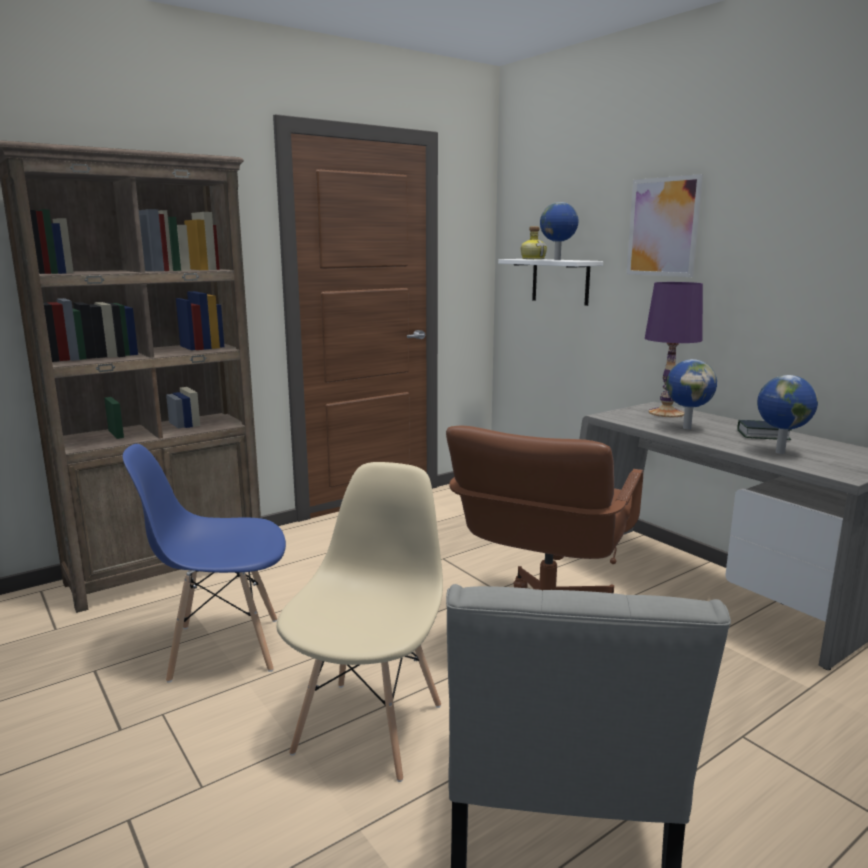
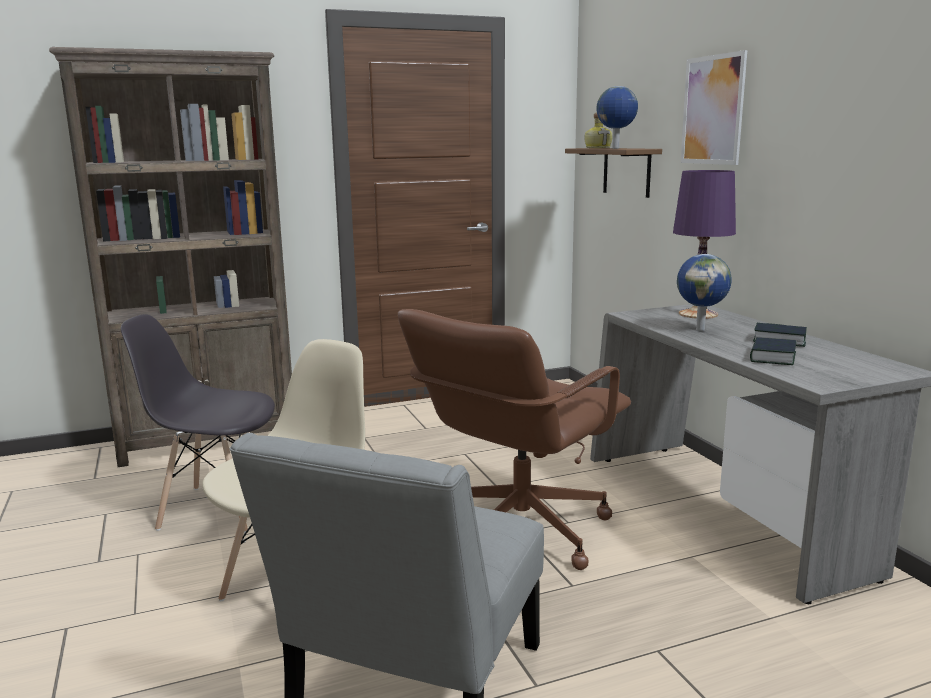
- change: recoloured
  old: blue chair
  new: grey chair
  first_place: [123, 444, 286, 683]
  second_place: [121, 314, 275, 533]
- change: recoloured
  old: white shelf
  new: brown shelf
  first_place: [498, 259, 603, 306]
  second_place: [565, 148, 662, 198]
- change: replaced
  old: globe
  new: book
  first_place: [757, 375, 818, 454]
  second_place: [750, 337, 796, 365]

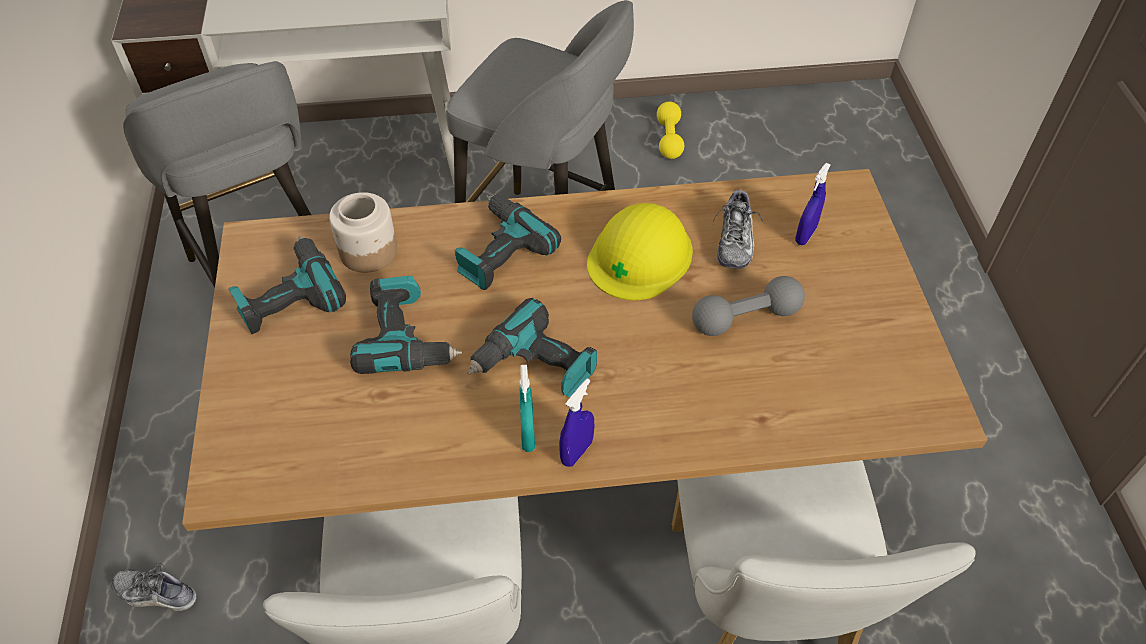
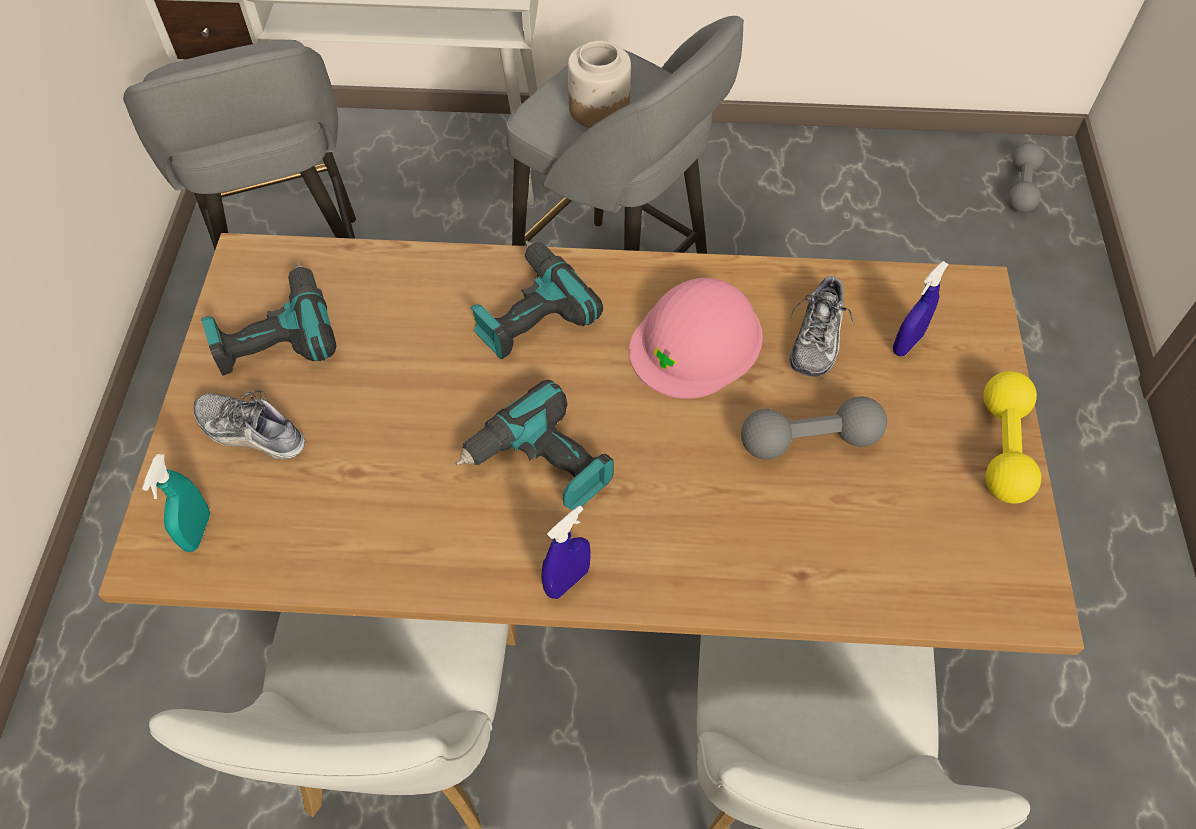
- change: moved
  old: turquoise spray bottle
  first_place: [520, 365, 535, 452]
  second_place: [142, 454, 210, 552]
- change: moved
  old: shoe
  first_place: [112, 563, 197, 612]
  second_place: [193, 389, 305, 460]
- change: moved
  old: jar
  first_place: [329, 192, 397, 273]
  second_place: [568, 41, 631, 128]
- change: recoloured
  old: yellow hard hat
  new: pink hard hat
  first_place: [587, 203, 693, 300]
  second_place: [629, 278, 763, 399]
- change: moved
  old: yellow dumbbell
  first_place: [657, 102, 684, 159]
  second_place: [984, 371, 1041, 504]
- change: added
  new: grey dumbbell
  second_place: [1008, 142, 1044, 213]
- change: removed
  old: power drill
  first_place: [350, 276, 462, 374]

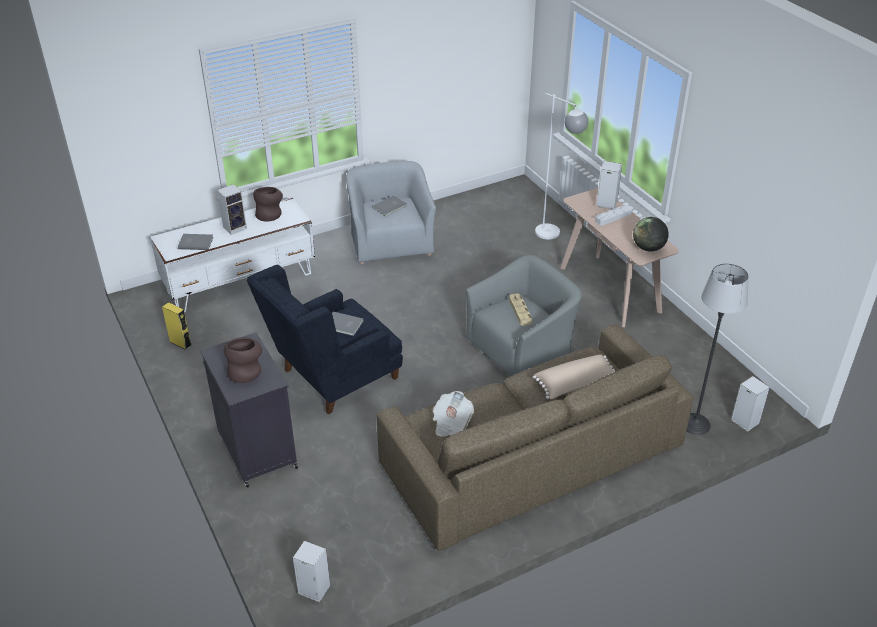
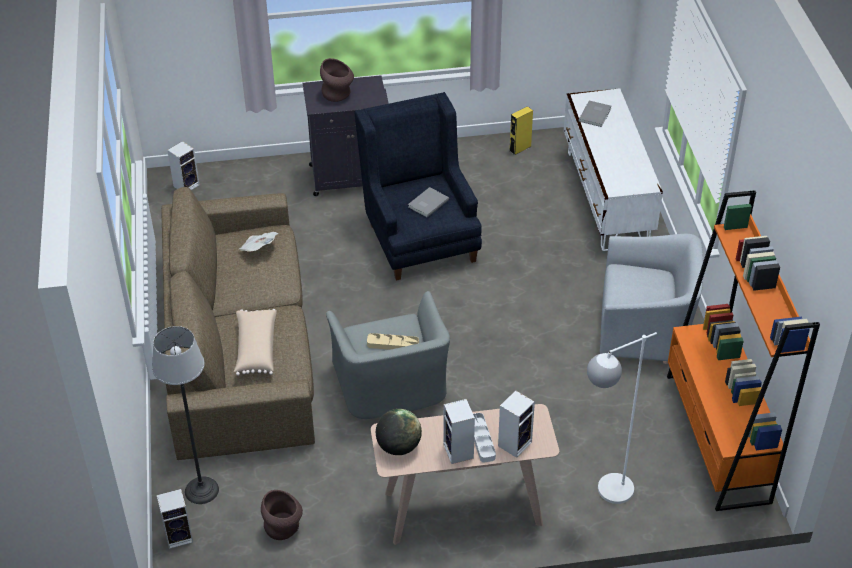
- change: moved
  old: brown vase
  first_place: [253, 187, 283, 222]
  second_place: [261, 490, 303, 540]
- change: moved
  old: speaker
  first_place: [217, 184, 247, 235]
  second_place: [444, 399, 475, 464]
- change: added
  new: orange bookcase
  second_place: [667, 190, 820, 511]
- change: removed
  old: grey book
  first_place: [372, 196, 407, 217]

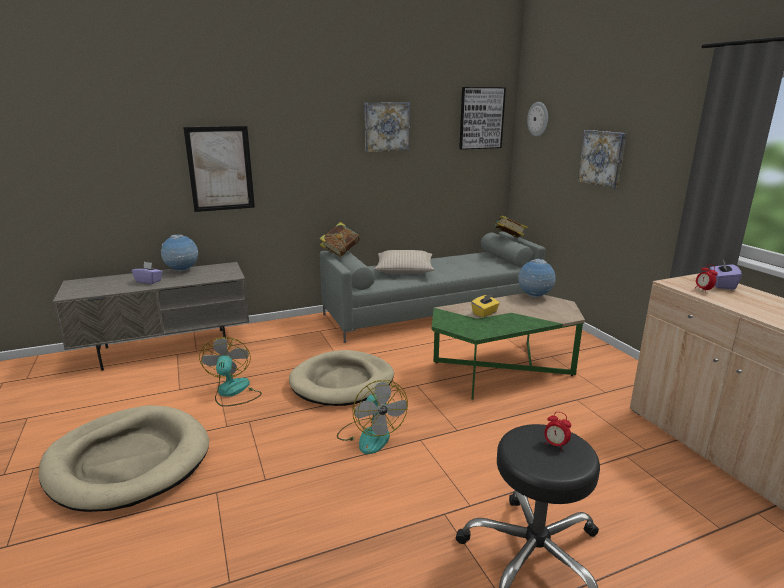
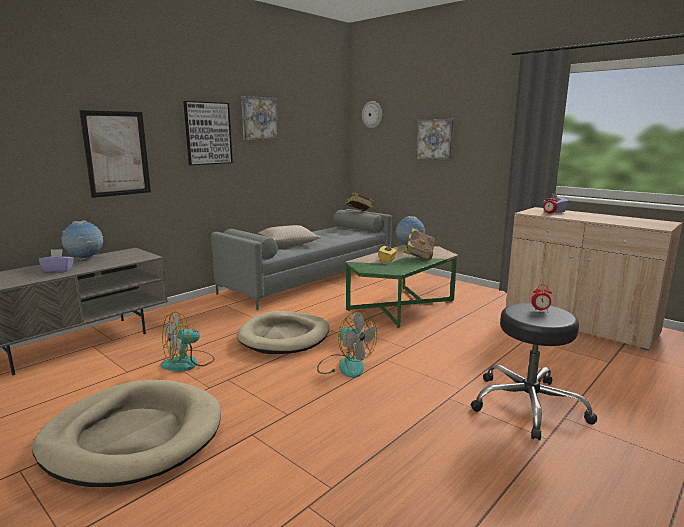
- change: turned
  old: fan
  first_place: [199, 337, 262, 407]
  second_place: [161, 311, 215, 371]
  degrees: -90
- change: moved
  old: picture
  first_place: [459, 87, 506, 150]
  second_place: [183, 101, 233, 165]
- change: moved
  old: book
  first_place: [320, 222, 360, 257]
  second_place: [404, 228, 435, 261]

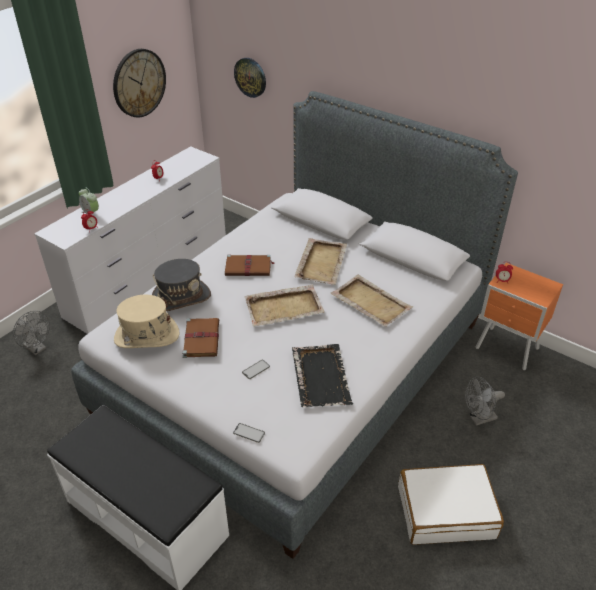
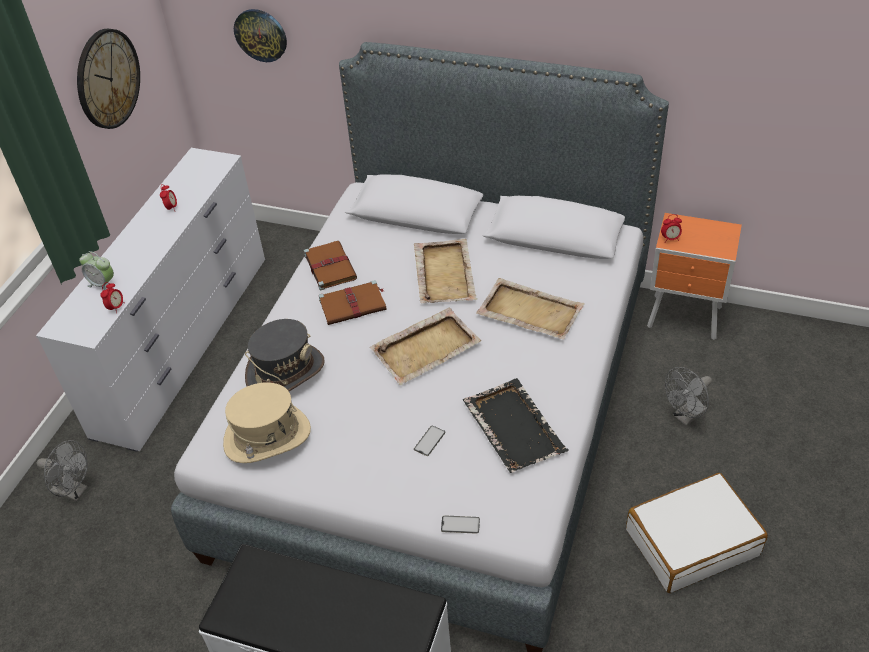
- change: moved
  old: brown book
  first_place: [182, 318, 219, 358]
  second_place: [304, 241, 357, 290]

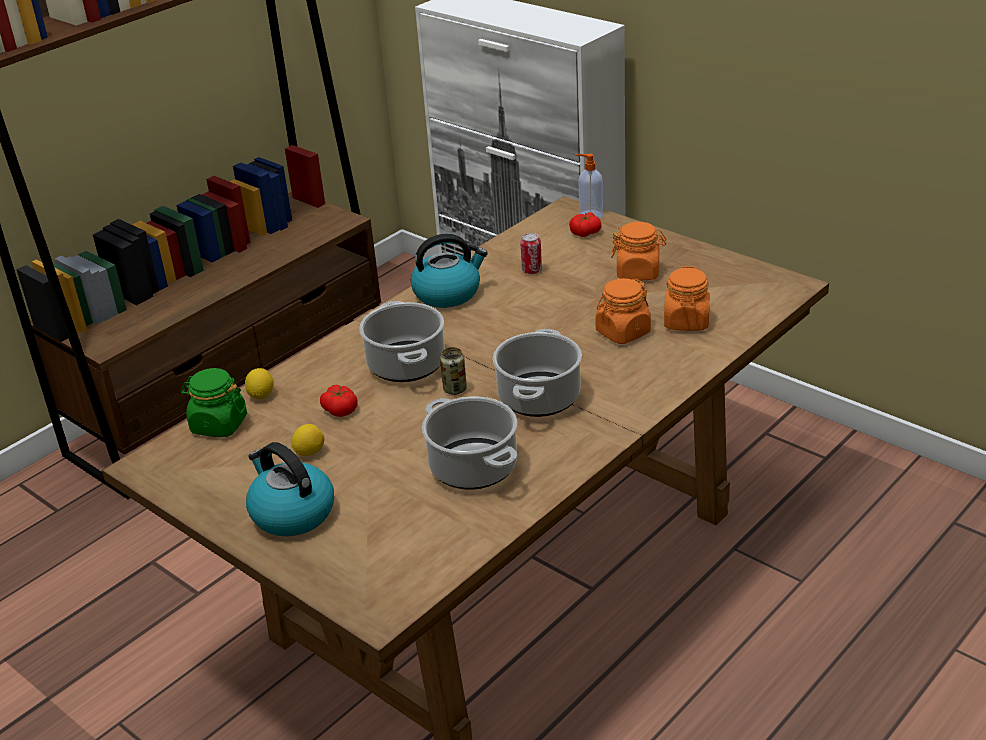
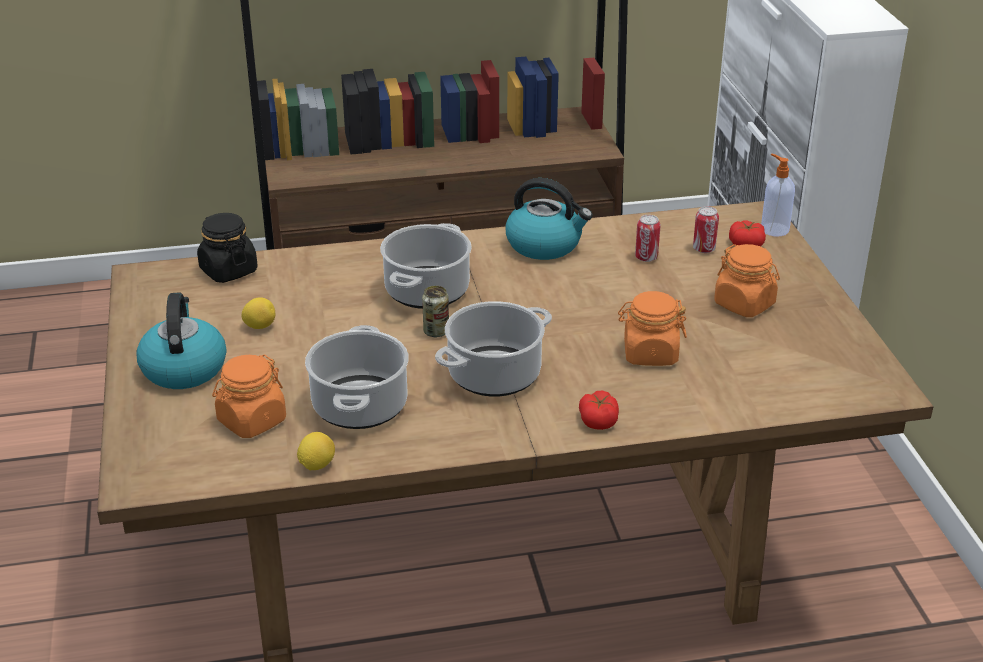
- change: recoloured
  old: green jar
  new: black jar
  first_place: [181, 368, 247, 437]
  second_place: [197, 213, 258, 283]
- change: moved
  old: orange jar
  first_place: [664, 266, 710, 331]
  second_place: [212, 354, 286, 438]
- change: moved
  old: lemon
  first_place: [245, 368, 274, 399]
  second_place: [297, 432, 335, 470]
- change: moved
  old: tomato
  first_place: [320, 385, 358, 417]
  second_place: [579, 390, 619, 430]
- change: added
  new: can
  second_place: [693, 206, 719, 253]

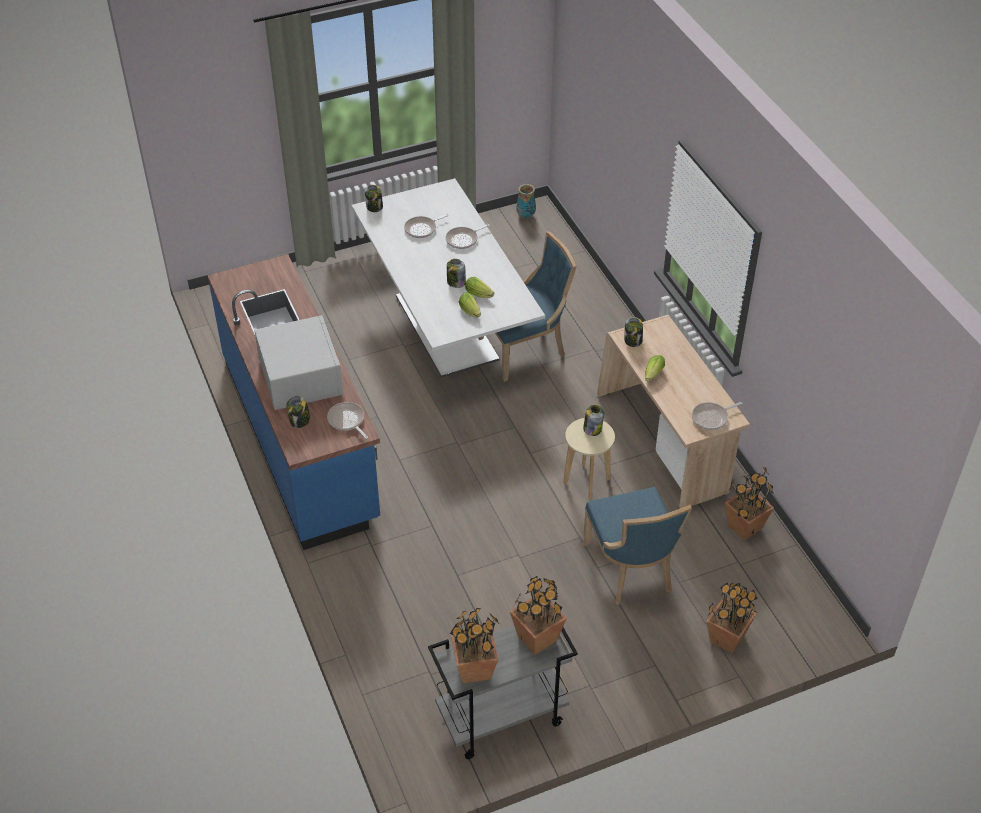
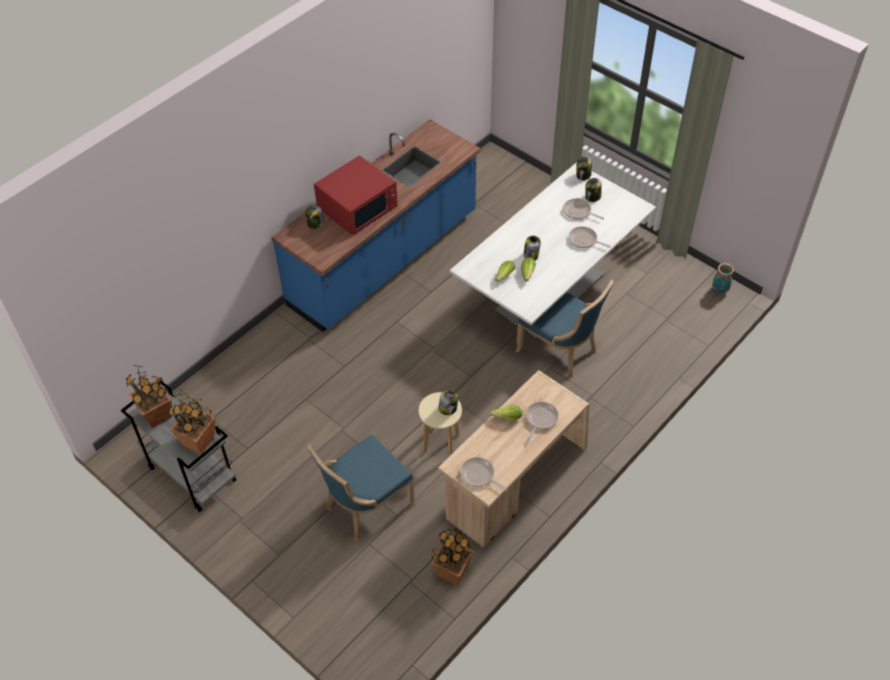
- change: recoloured
  old: white microwave
  new: red microwave
  first_place: [255, 315, 343, 410]
  second_place: [314, 155, 398, 236]
- change: moved
  old: frying pan
  first_place: [327, 402, 368, 439]
  second_place: [526, 402, 559, 441]
- change: moved
  old: jar
  first_place: [624, 317, 643, 347]
  second_place: [585, 178, 602, 202]
- change: removed
  old: potted plant
  first_place: [706, 583, 758, 654]

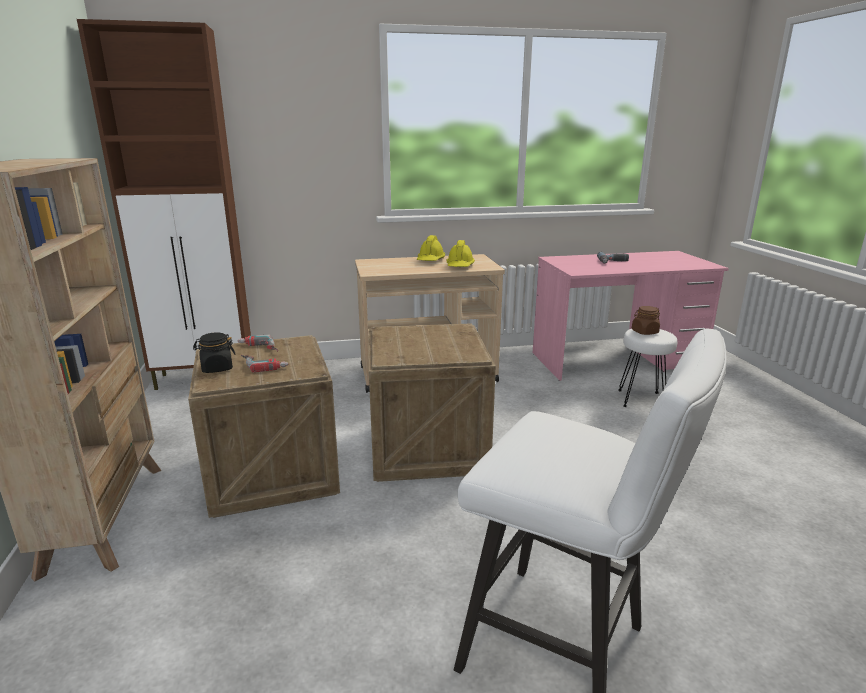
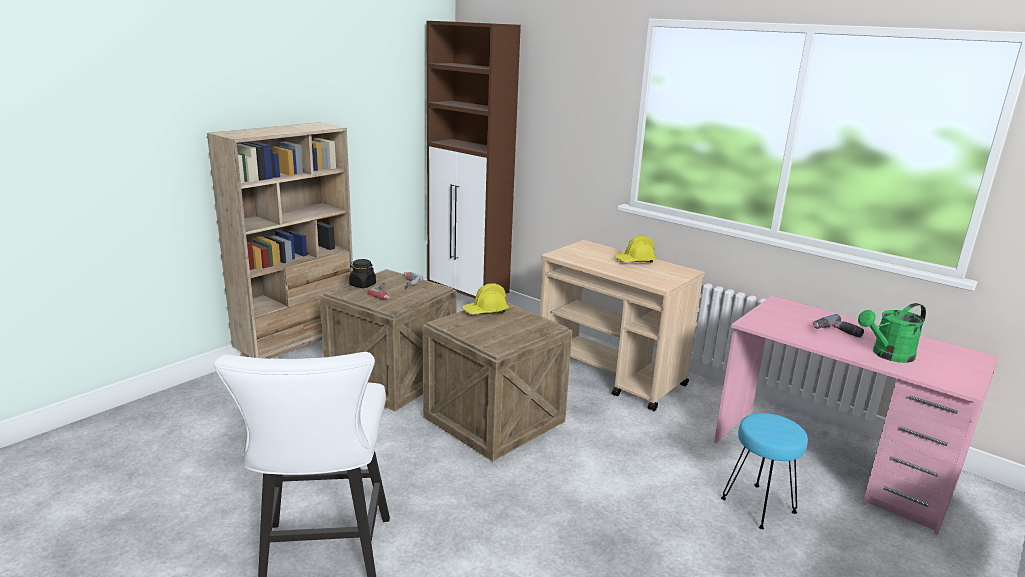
- change: moved
  old: yellow hard hat
  first_place: [446, 240, 475, 267]
  second_place: [462, 283, 509, 314]
- change: recoloured
  old: white stool
  new: turquoise stool
  first_place: [618, 329, 677, 407]
  second_place: [721, 413, 808, 529]
- change: added
  new: green watering can
  second_place: [858, 303, 926, 363]
- change: removed
  old: brown jar
  first_place: [632, 306, 660, 335]

